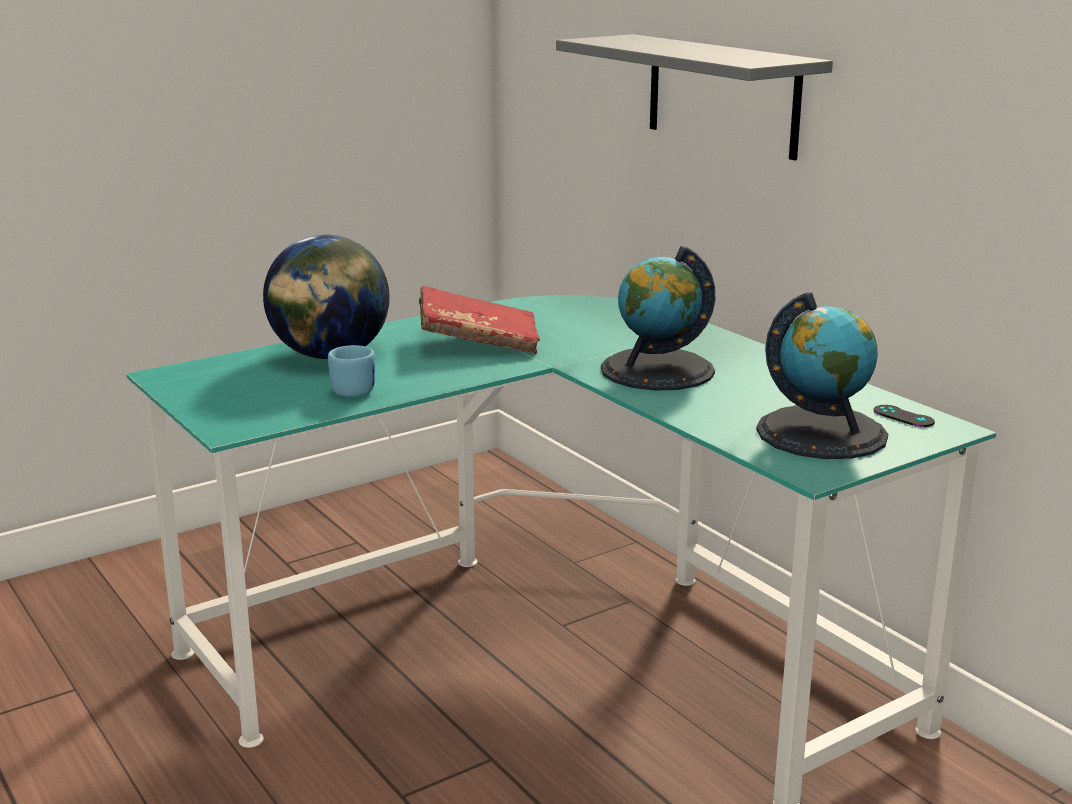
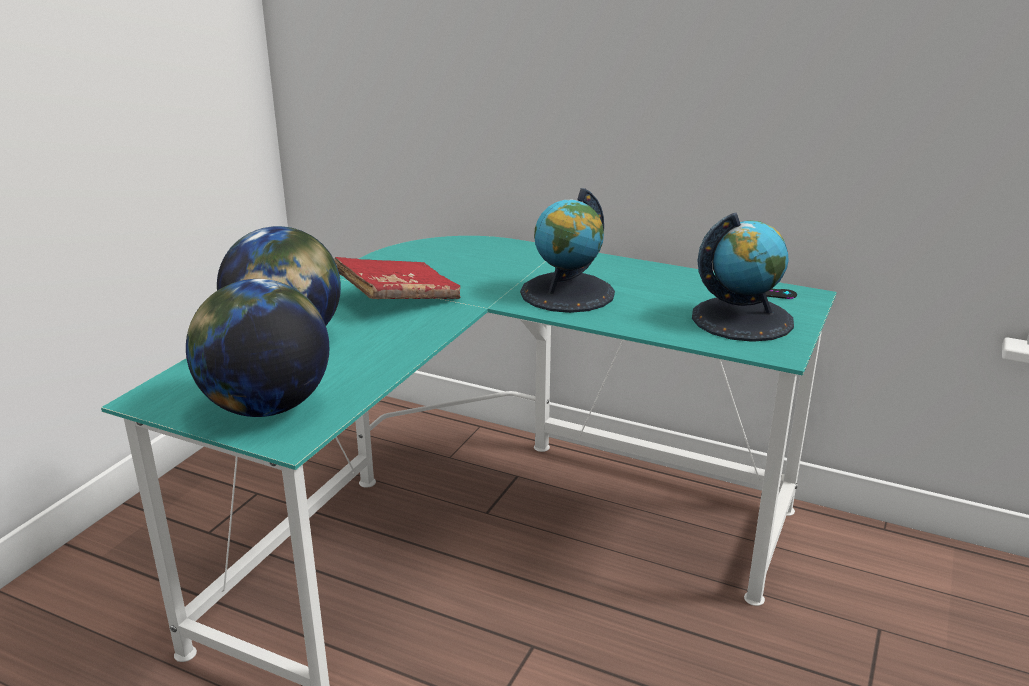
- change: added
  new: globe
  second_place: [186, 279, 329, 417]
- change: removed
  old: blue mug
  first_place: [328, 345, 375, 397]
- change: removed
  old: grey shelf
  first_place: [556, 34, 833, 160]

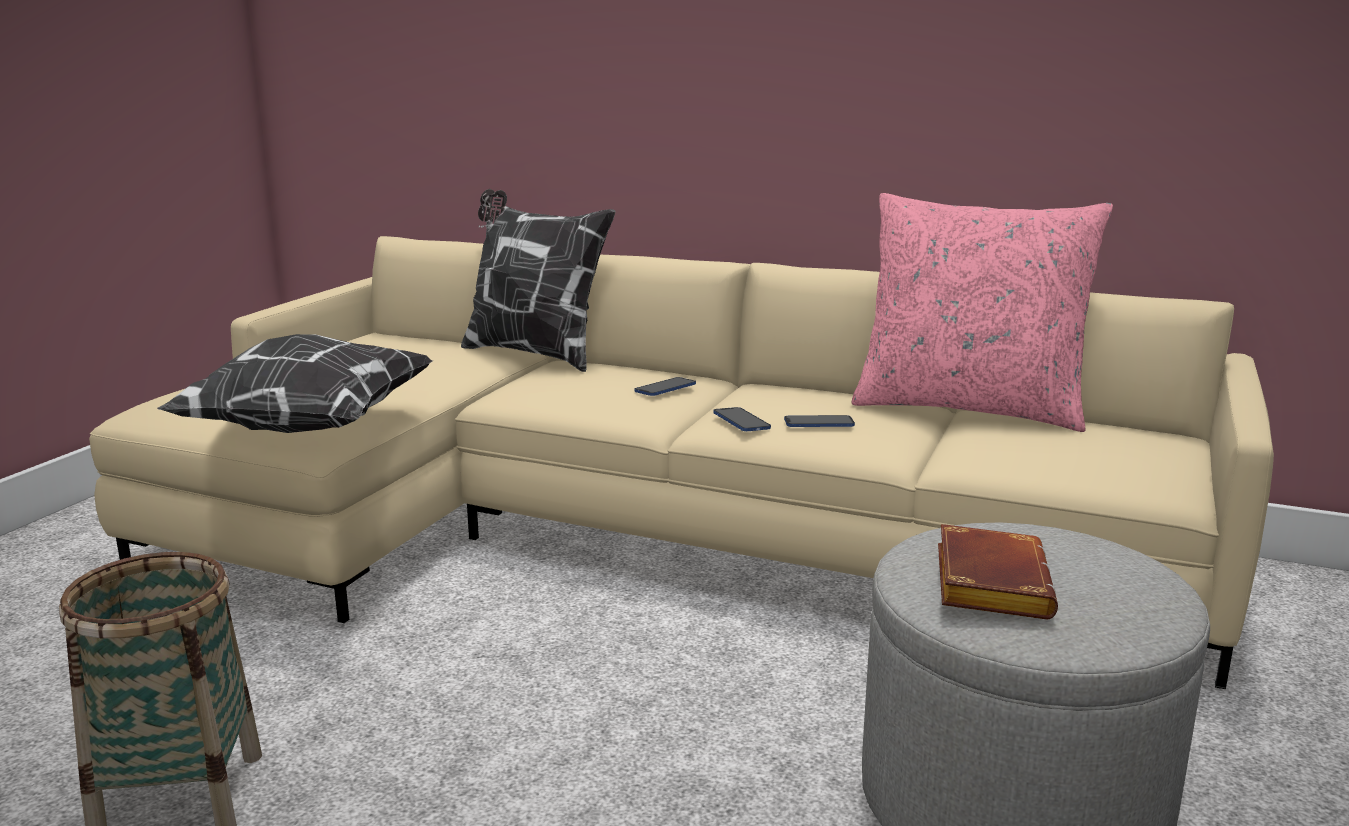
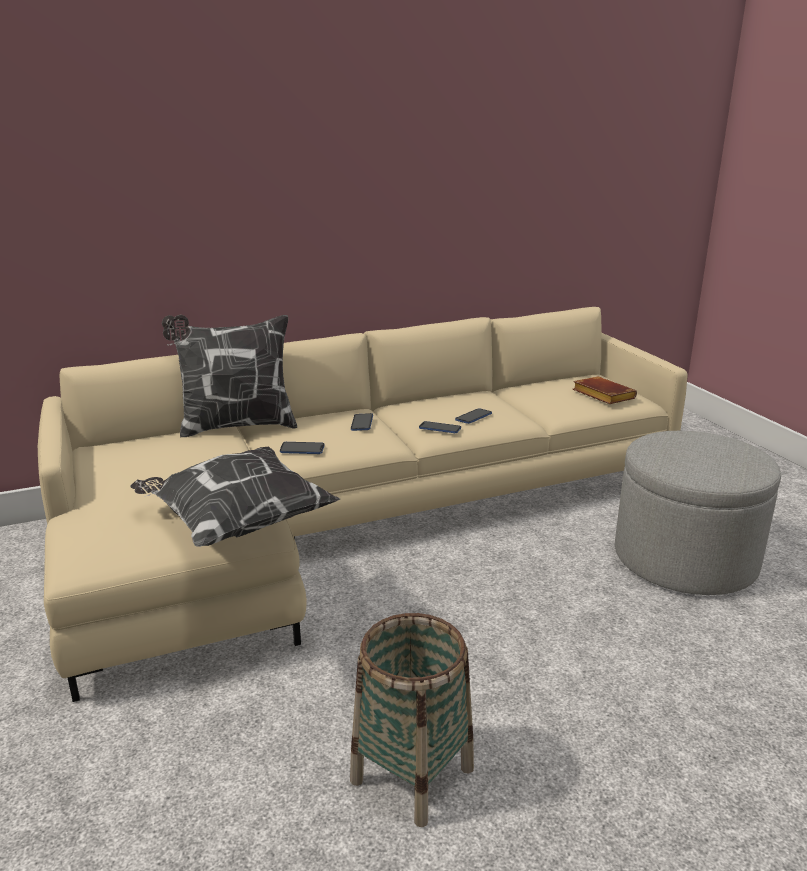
- change: added
  new: phone
  second_place: [280, 442, 324, 454]
- change: moved
  old: brown book
  first_place: [938, 524, 1058, 620]
  second_place: [573, 376, 637, 404]
- change: removed
  old: pink pillow
  first_place: [852, 193, 1113, 432]

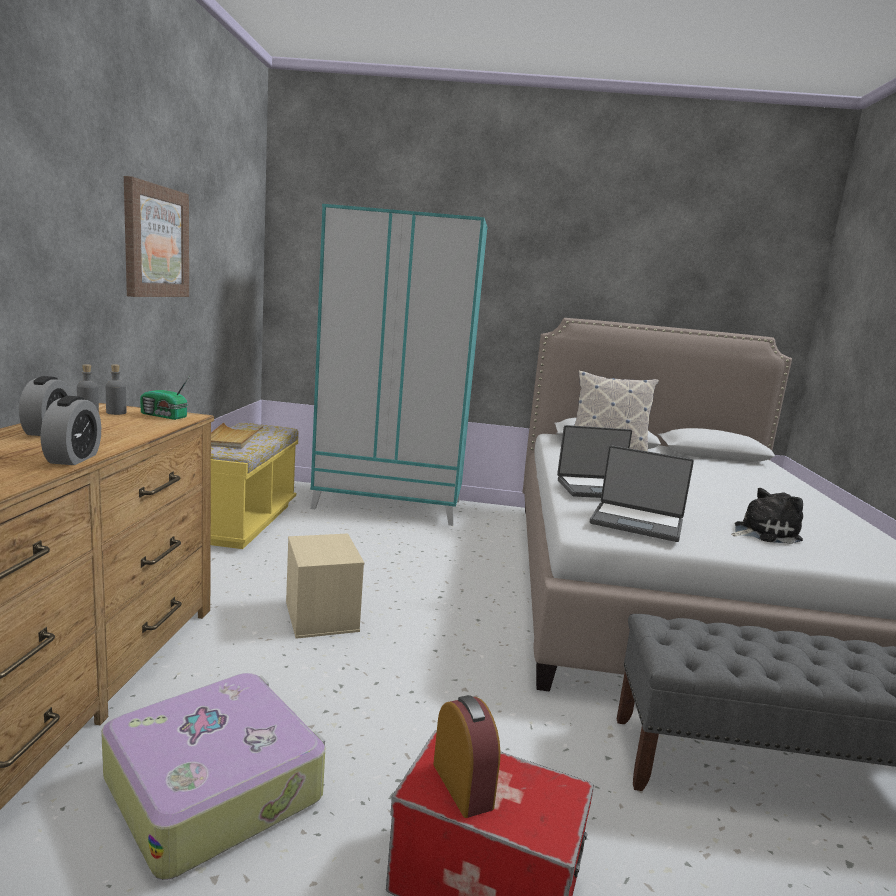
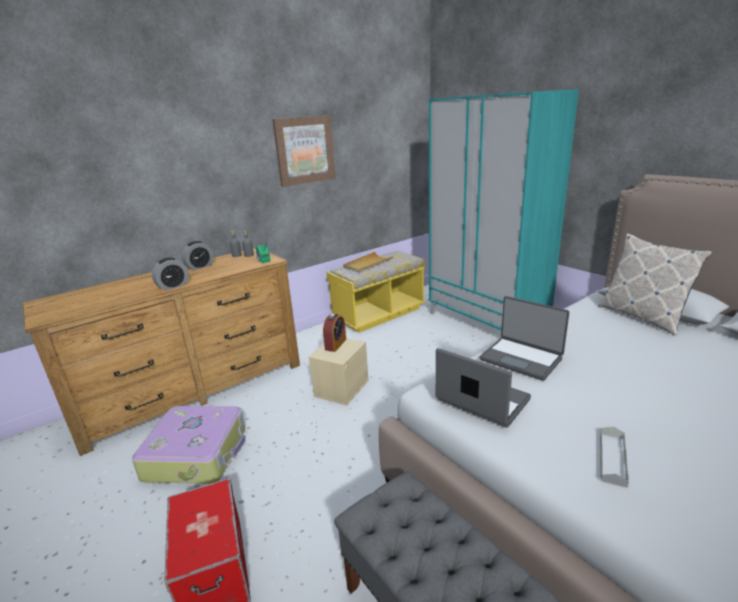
- change: moved
  old: alarm clock
  first_place: [433, 695, 501, 818]
  second_place: [323, 314, 346, 352]
- change: turned
  old: laptop
  first_place: [590, 445, 694, 542]
  second_place: [436, 348, 531, 428]
  degrees: 150
- change: replaced
  old: plush toy
  new: grey tray
  first_place: [731, 488, 803, 544]
  second_place: [600, 427, 629, 488]

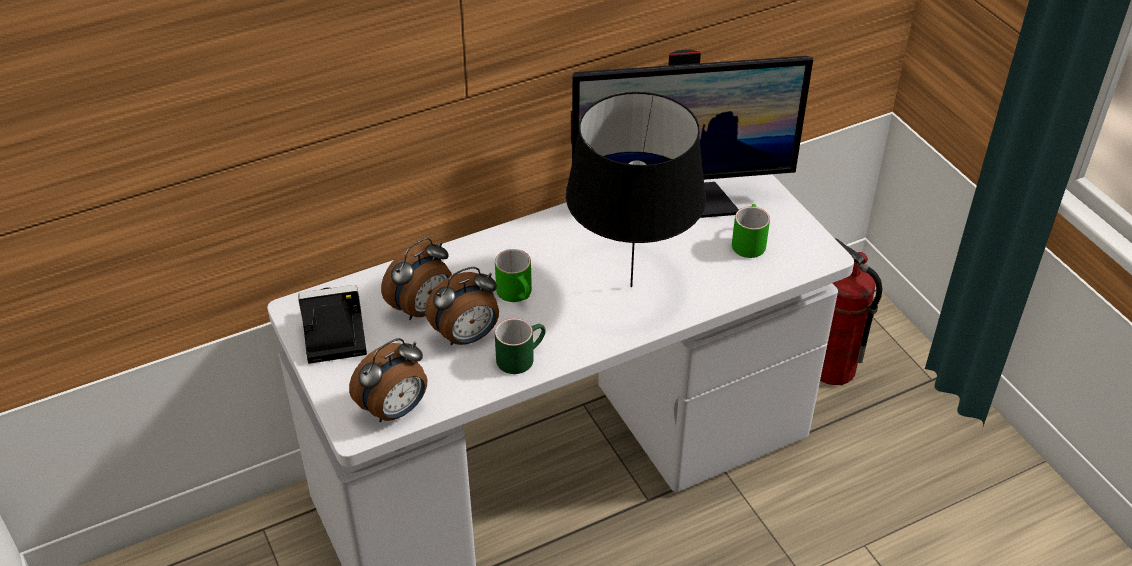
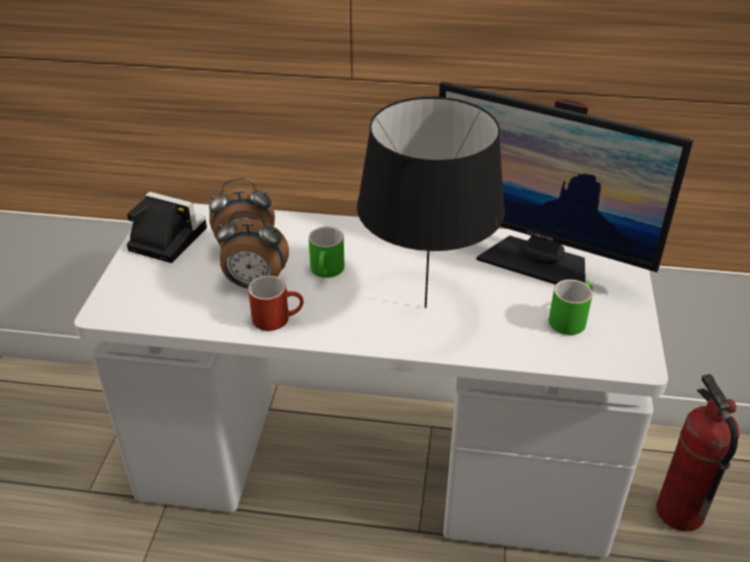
- change: recoloured
  old: green mug
  new: red mug
  first_place: [495, 318, 546, 374]
  second_place: [248, 276, 304, 331]
- change: removed
  old: alarm clock
  first_place: [349, 338, 427, 422]

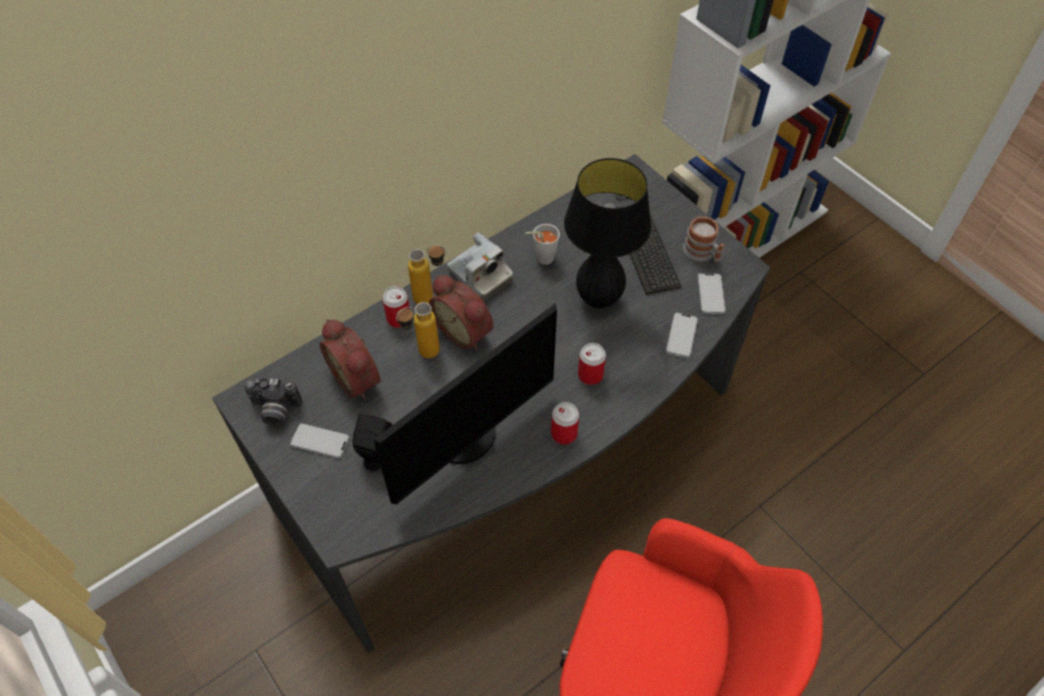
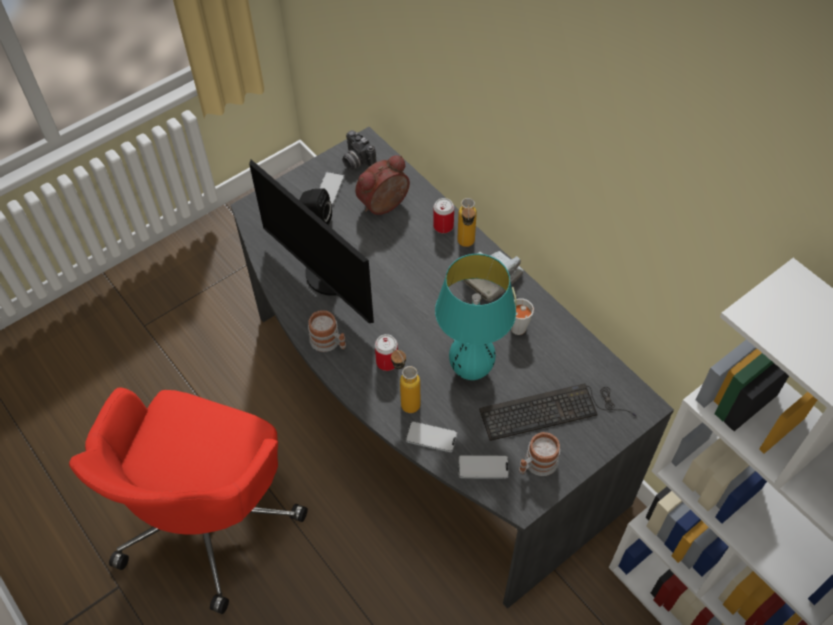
- change: replaced
  old: can
  new: mug
  first_place: [551, 402, 579, 445]
  second_place: [308, 310, 346, 352]
- change: turned
  old: photo camera
  first_place: [244, 378, 302, 426]
  second_place: [342, 130, 377, 170]
  degrees: -45
- change: moved
  old: bottle
  first_place: [396, 302, 440, 358]
  second_place: [391, 348, 421, 413]
- change: recoloured
  old: black table lamp
  new: turquoise table lamp
  first_place: [564, 158, 651, 309]
  second_place: [435, 254, 516, 380]
- change: removed
  old: alarm clock
  first_place: [429, 275, 493, 350]

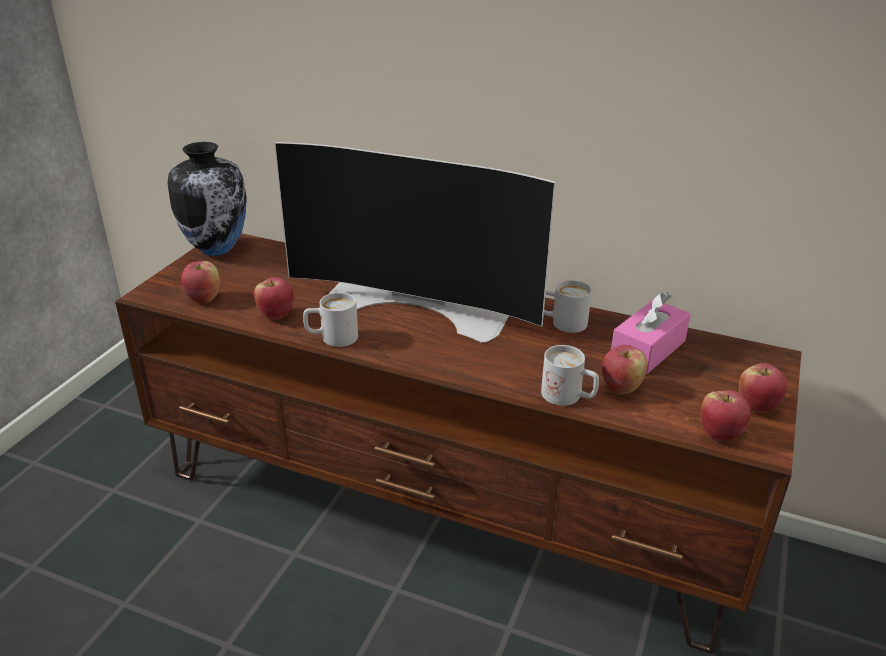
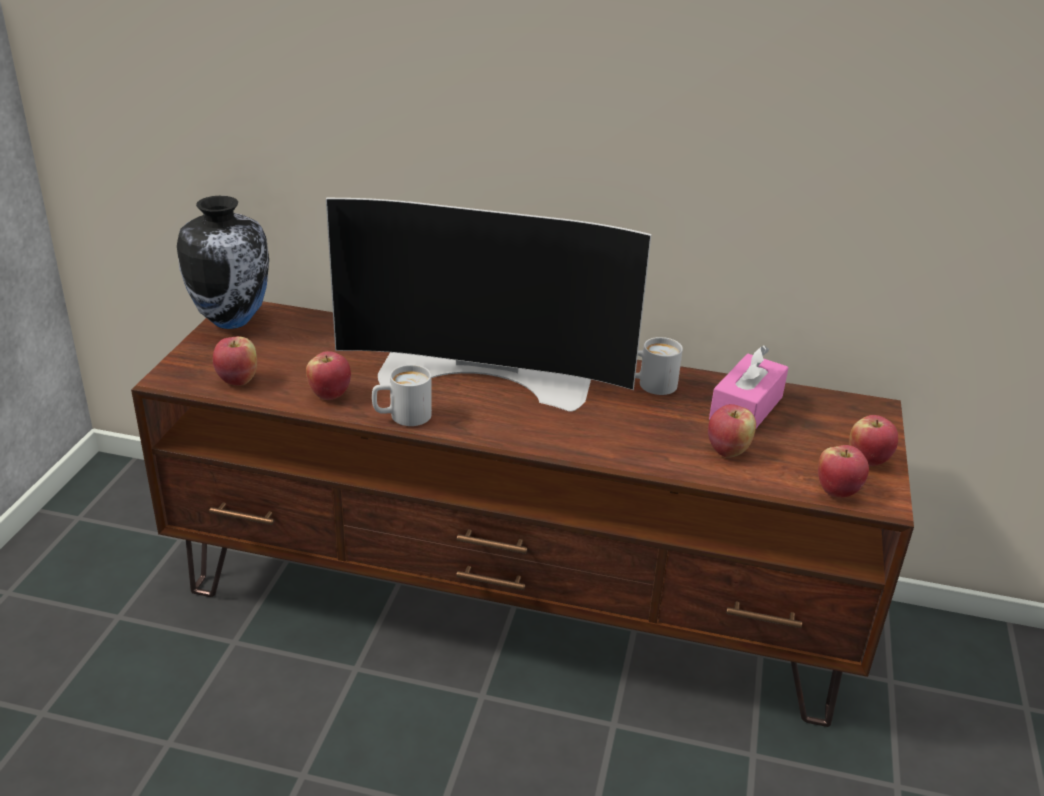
- change: removed
  old: white mug
  first_place: [541, 345, 599, 406]

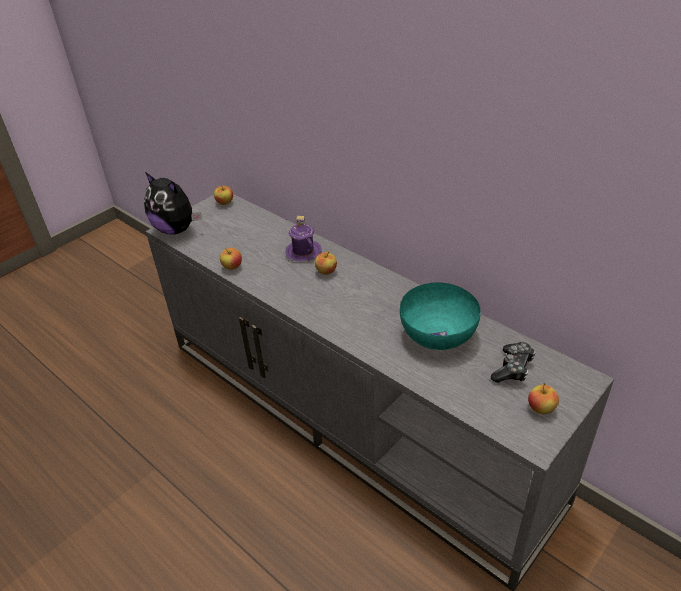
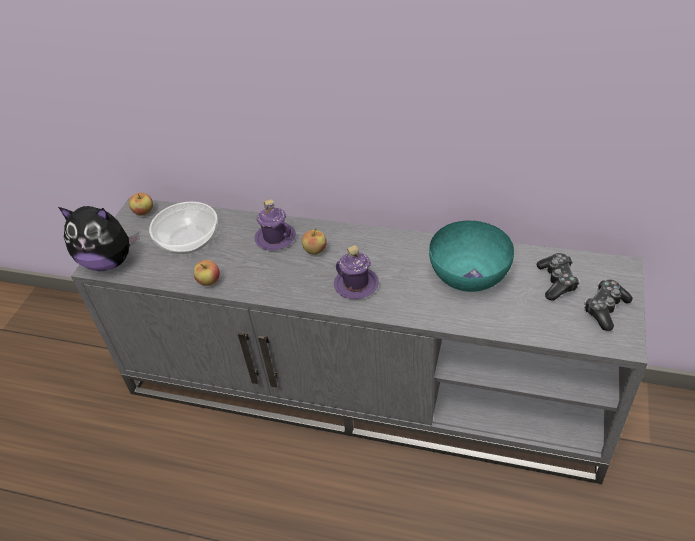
- change: added
  new: bowl
  second_place: [149, 201, 218, 254]
- change: added
  new: purple mug
  second_place: [334, 245, 379, 299]
- change: replaced
  old: apple
  new: game controller
  first_place: [528, 383, 559, 414]
  second_place: [584, 280, 633, 331]

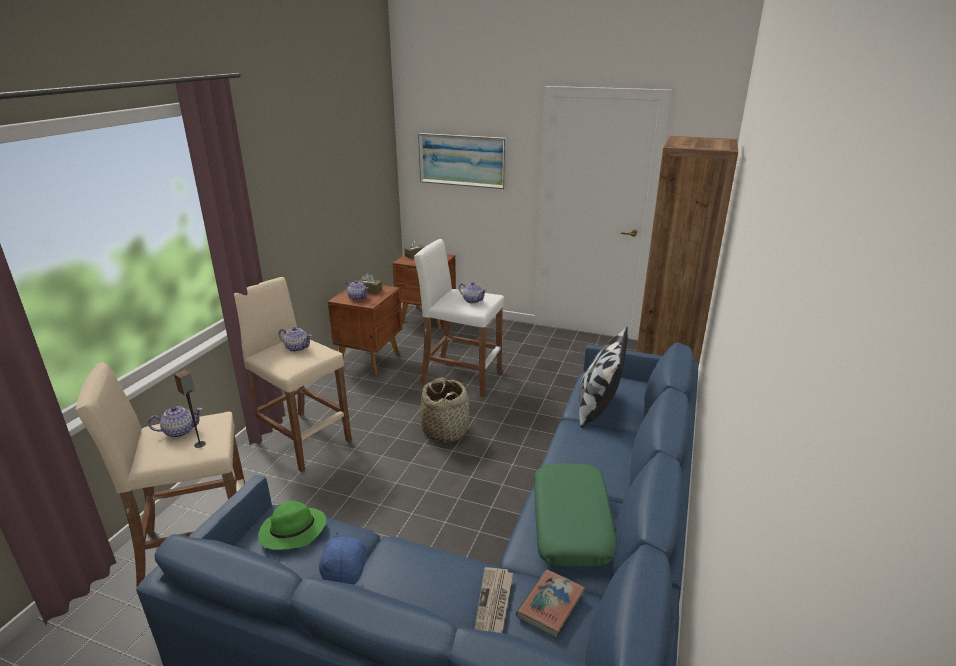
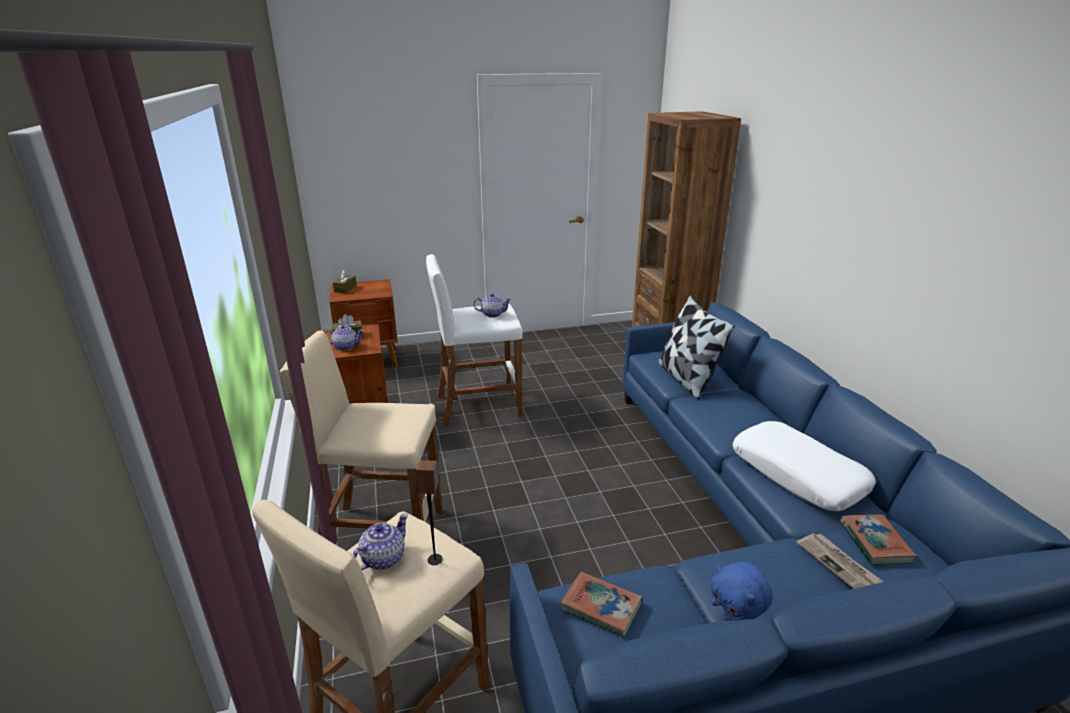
- change: replaced
  old: green hat
  new: book
  first_place: [258, 501, 326, 550]
  second_place: [561, 571, 643, 638]
- change: recoloured
  old: green pillow
  new: white pillow
  first_place: [534, 463, 616, 567]
  second_place: [733, 421, 876, 511]
- change: removed
  old: teapot
  first_place: [279, 327, 312, 352]
- change: removed
  old: picture
  first_place: [418, 133, 506, 189]
- change: removed
  old: basket
  first_place: [421, 377, 469, 443]

